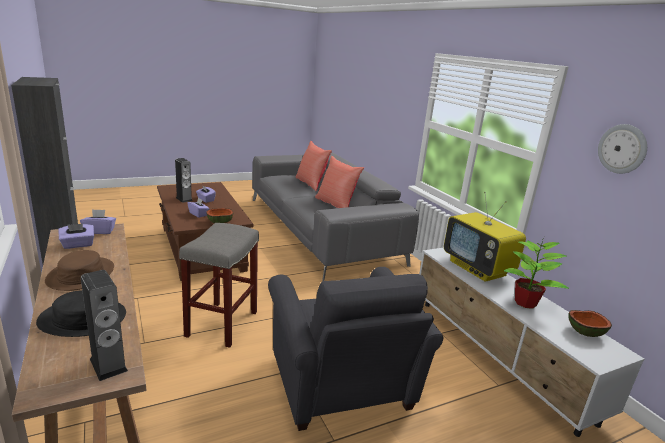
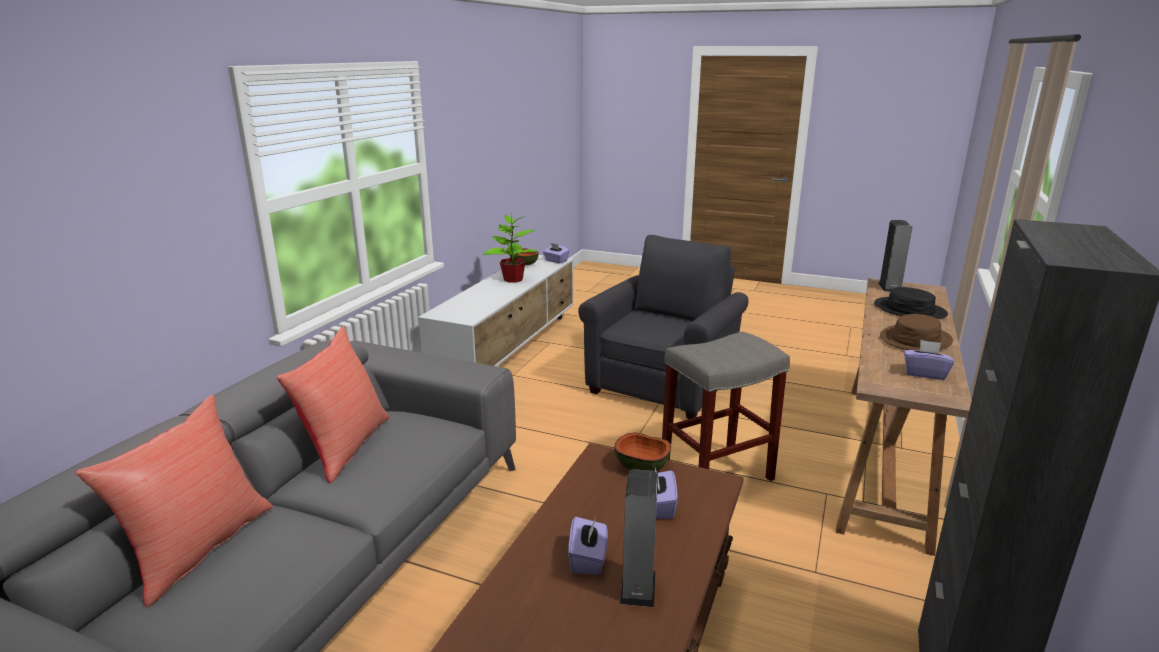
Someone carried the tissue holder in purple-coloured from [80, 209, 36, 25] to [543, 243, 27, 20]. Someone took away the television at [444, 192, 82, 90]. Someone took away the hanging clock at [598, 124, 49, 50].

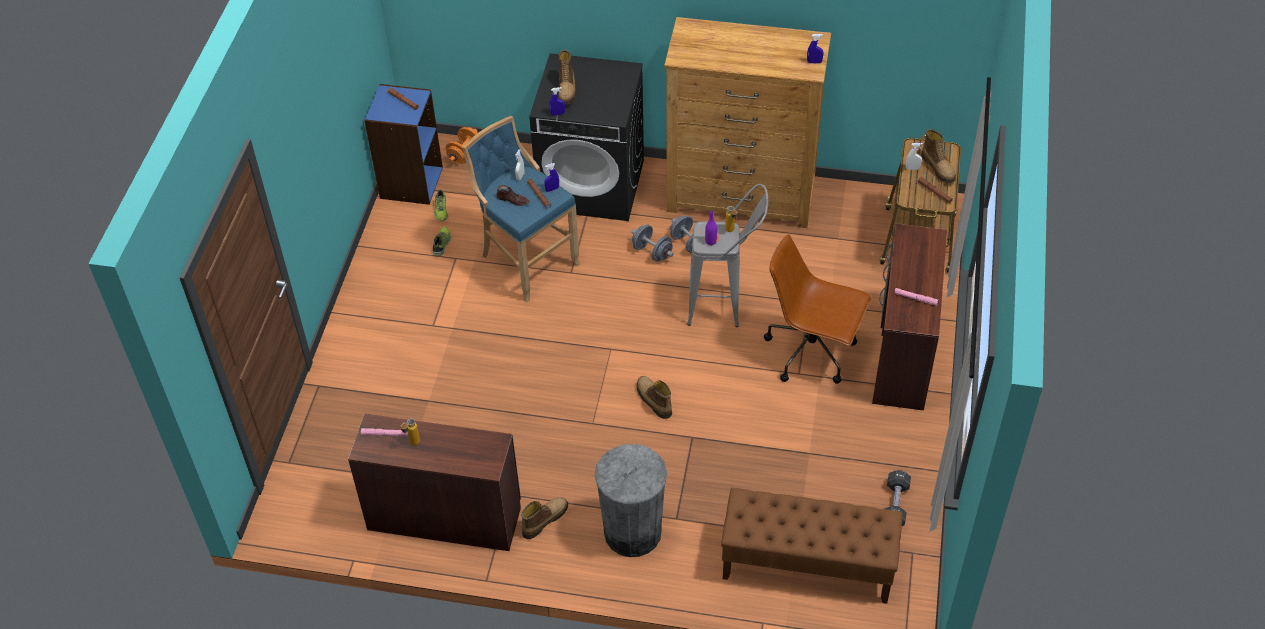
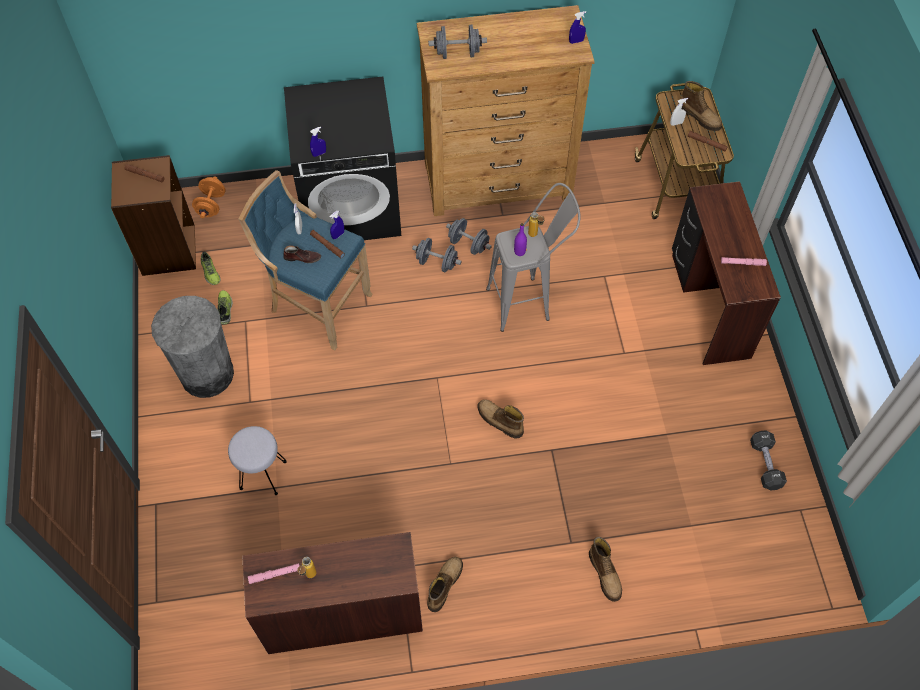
Someone repainted the bookshelf in blue-coloured at [364, 84, 79, 121], which became the bookshelf in brown-coloured at [111, 155, 85, 121]. Someone carried the boot from [558, 50, 18, 55] to [589, 537, 33, 65]. Someone carried the waste bin in gray from [595, 444, 72, 113] to [151, 296, 83, 102]. Someone took away the indoor bench in brown-coloured at [721, 488, 182, 116]. Someone took away the office chair in brown-coloured at [764, 235, 108, 149]. Someone put down the sitting stool in gray at [228, 426, 59, 69]. Someone put down the hand weight in gray at [428, 25, 59, 34].

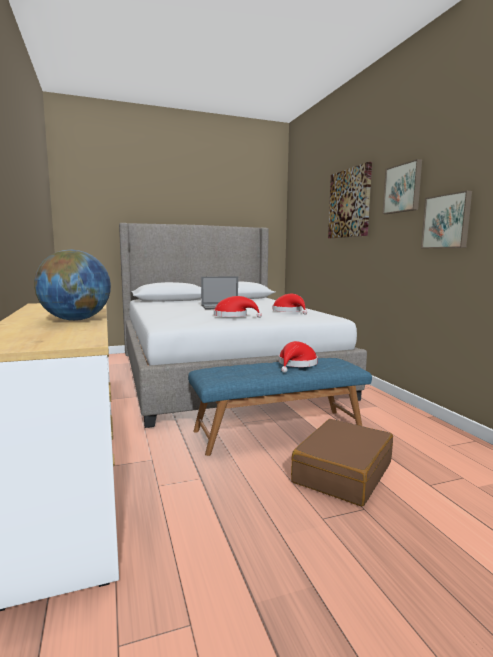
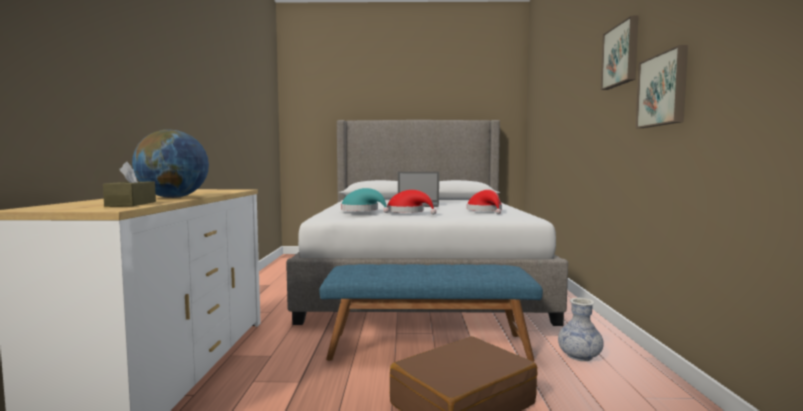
Someone took away the clothing hat in red at [279, 341, 39, 32]. Someone took away the wall art at [328, 162, 44, 76]. Someone put down the tissue holder in brown-coloured at [103, 162, 53, 45]. Someone put down the clothing hat in blue-green at [341, 188, 48, 25]. Someone put down the flower vase at [558, 298, 46, 63].

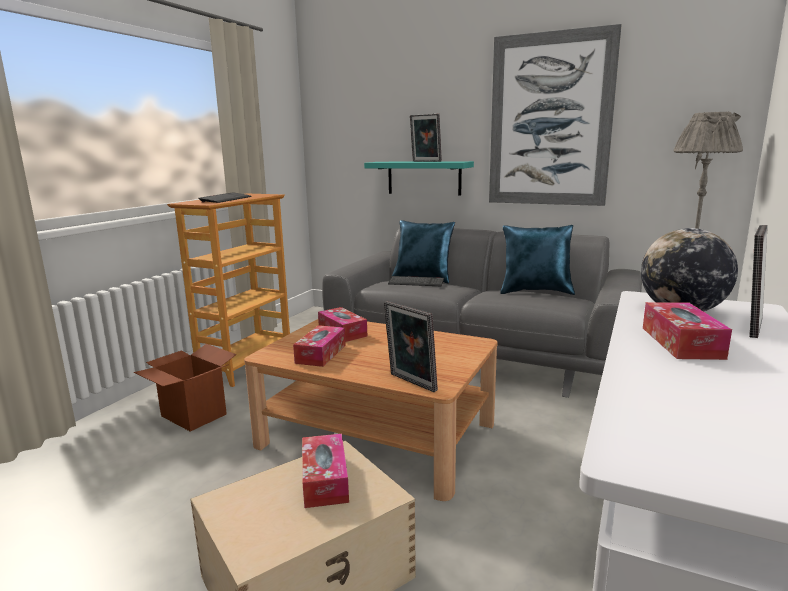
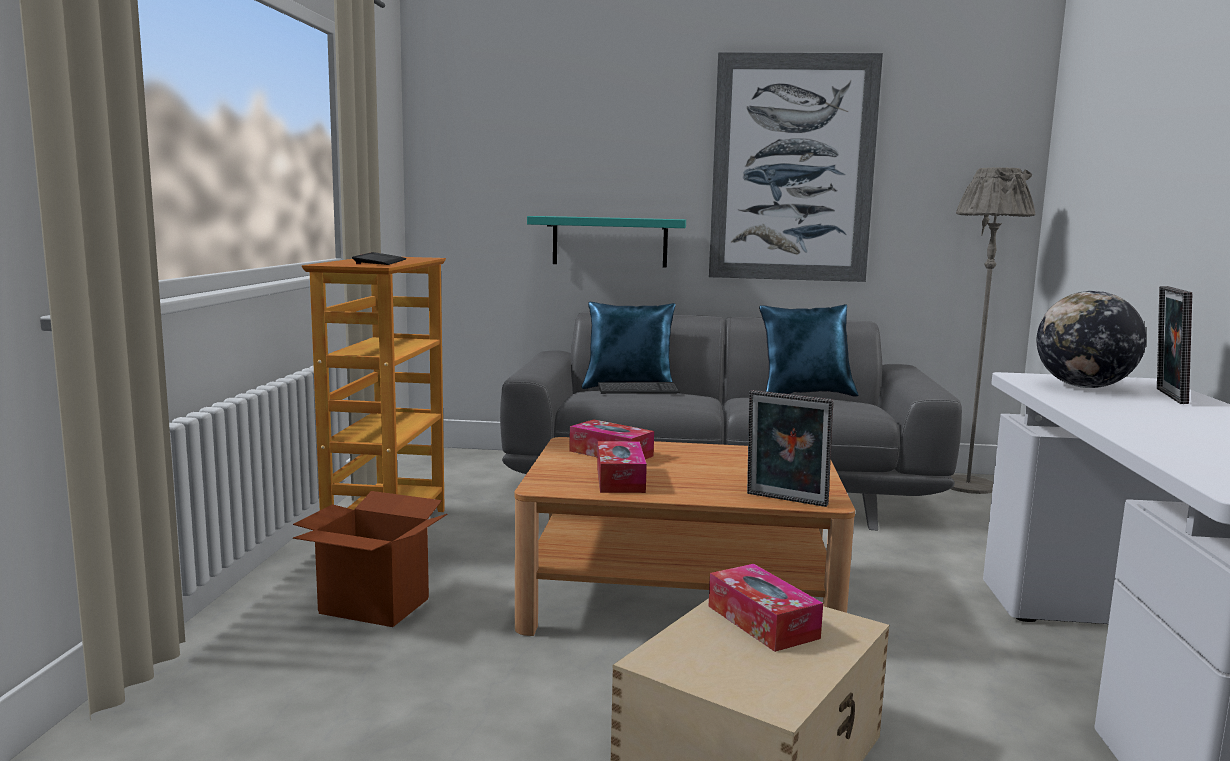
Someone took away the photo frame at [410, 114, 32, 48]. Someone took away the tissue holder at [643, 302, 89, 58].

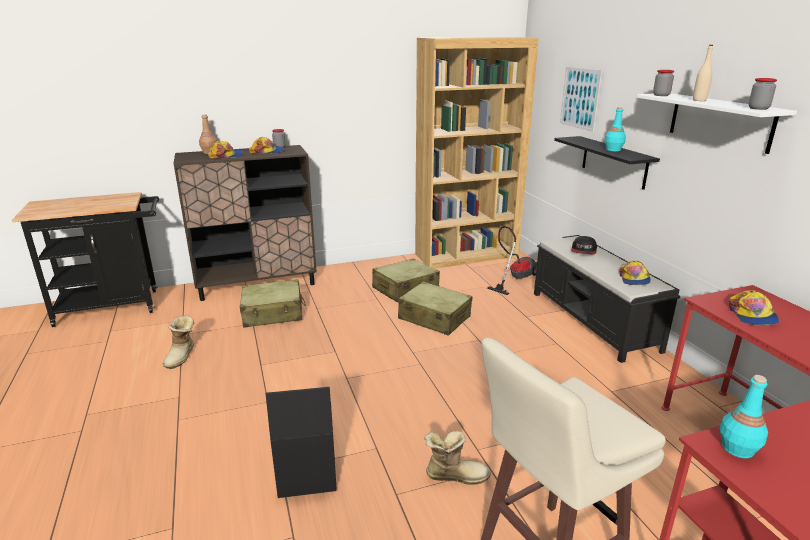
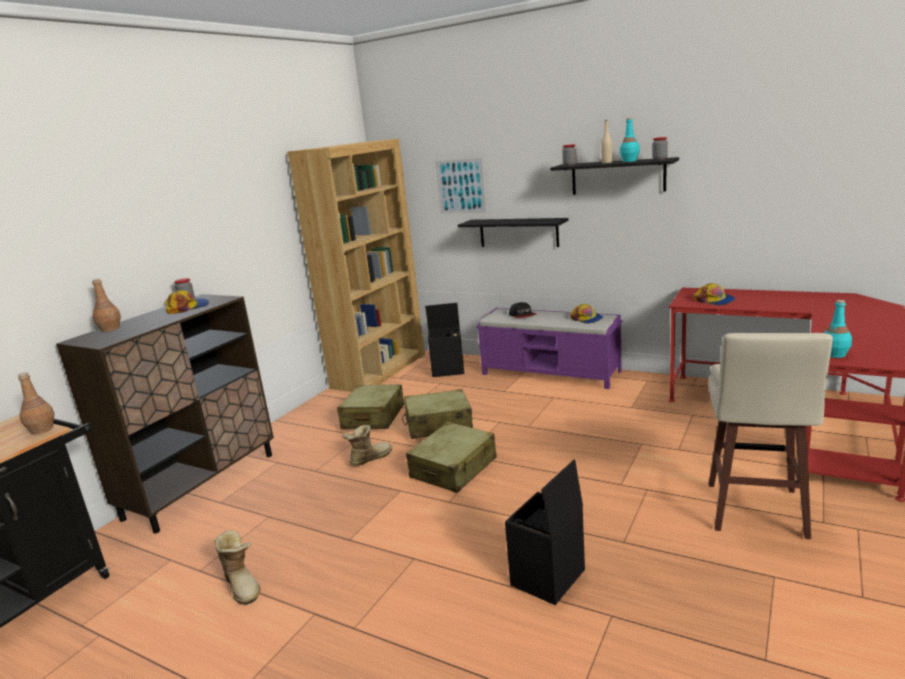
Someone took away the peaked cap at [208, 141, 36, 18]. Someone carried the piece of luggage in beige from [240, 279, 66, 49] to [406, 422, 91, 71]. Someone carried the boot from [424, 431, 67, 54] to [343, 425, 49, 41]. Someone swapped the vacuum at [487, 226, 50, 69] for the storage box in blackish at [425, 303, 39, 74]. Someone repainted the indoor bench in blackish at [534, 235, 146, 128], which became the indoor bench in purple-coloured at [476, 308, 146, 81]. Someone carried the beverage bottle in blue-green from [605, 107, 21, 44] to [620, 118, 20, 44]. Someone repainted the shelf in white-coloured at [637, 93, 160, 61], which became the shelf in blackish at [550, 157, 129, 38]. Someone put down the beverage bottle in brown-coloured at [18, 372, 37, 62].

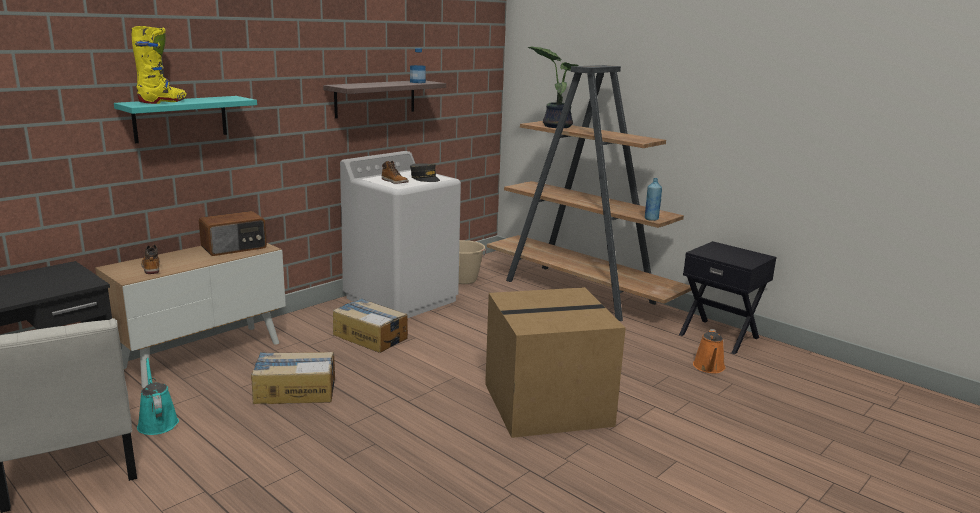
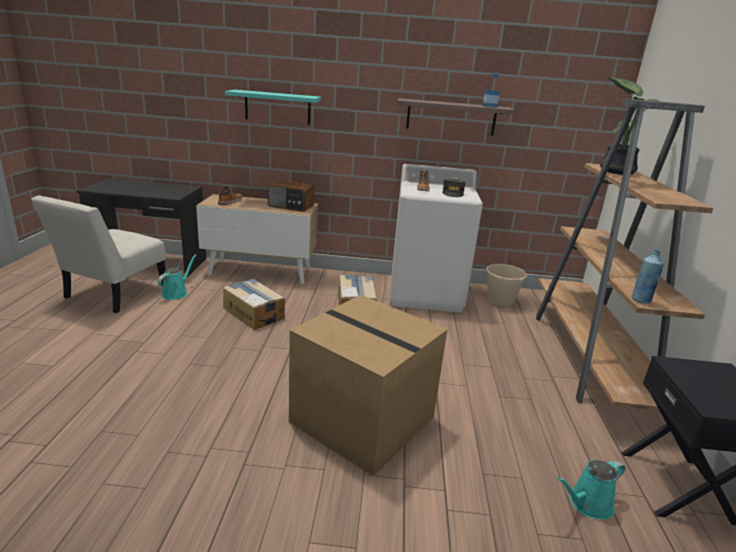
Someone took away the boot in yellow-coloured at [131, 26, 56, 78]. Someone repainted the sprinkling can in orange-coloured at [693, 329, 32, 44], which became the sprinkling can in blue-green at [557, 460, 68, 59].

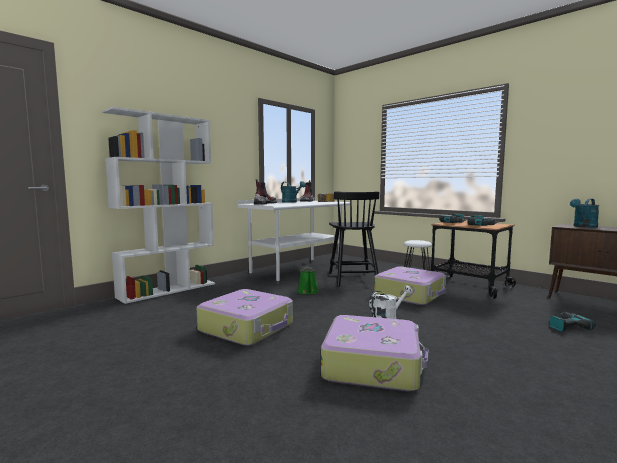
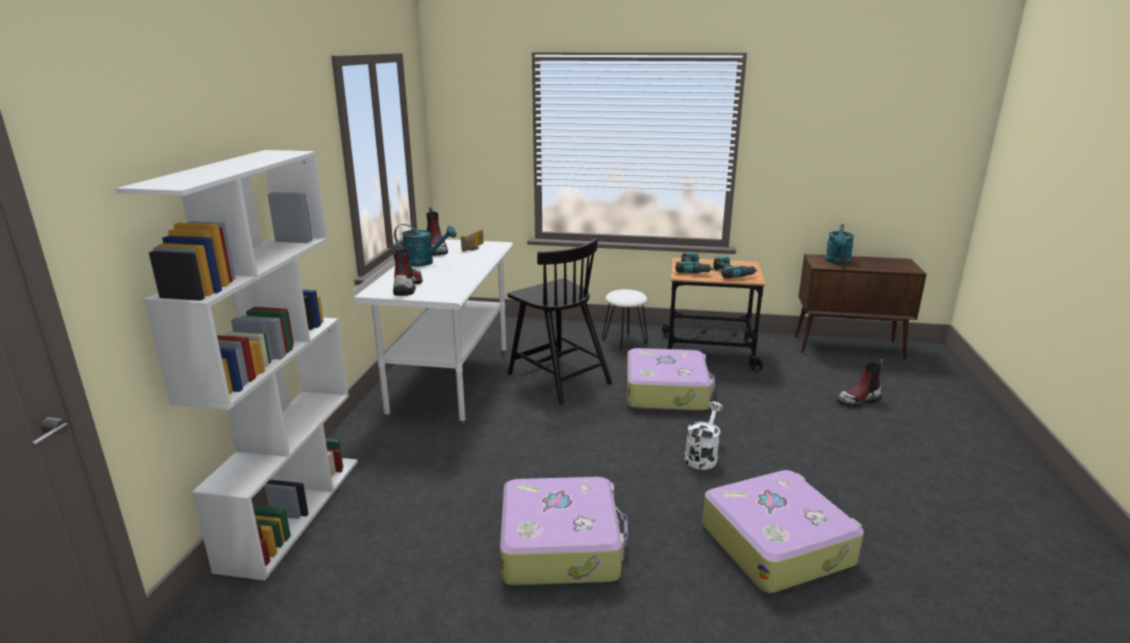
Someone took away the sprinkling can in green at [297, 267, 22, 27]. Someone swapped the drill at [550, 312, 46, 20] for the boot at [837, 359, 47, 48].

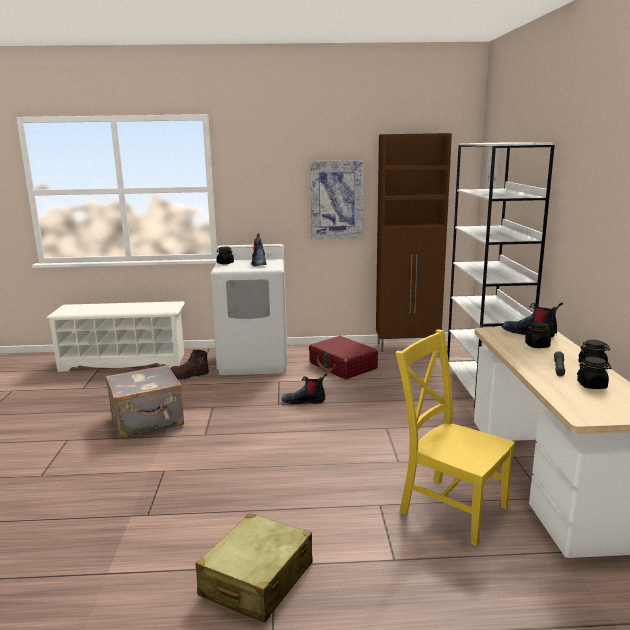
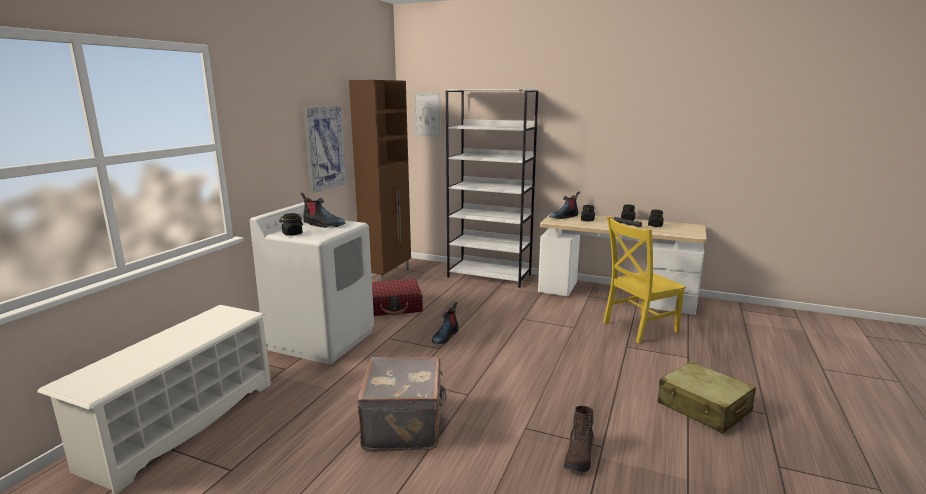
Someone carried the boot in brown-coloured from [170, 350, 39, 30] to [564, 406, 31, 67].

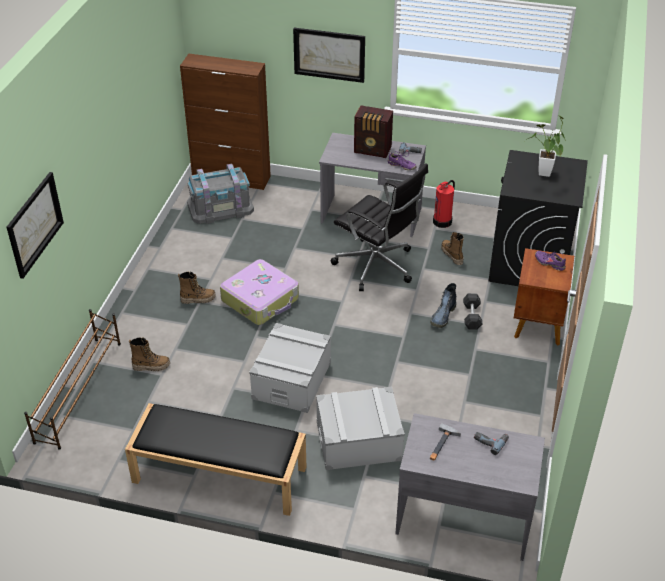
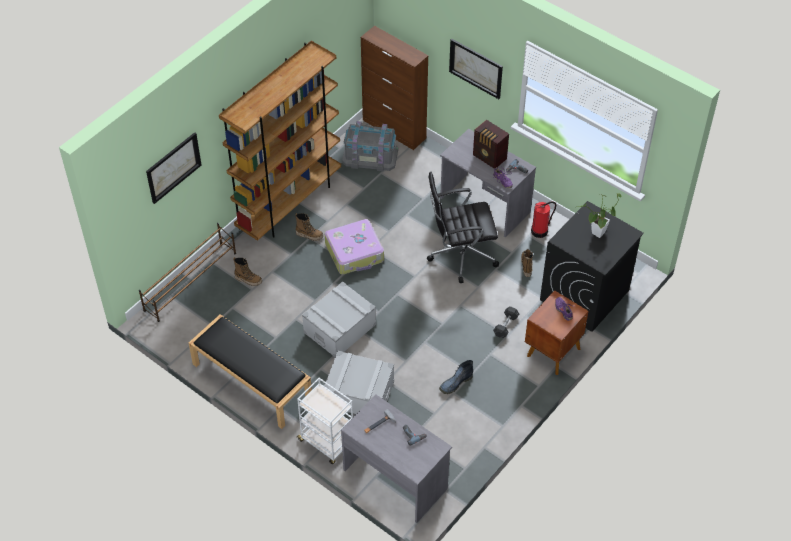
Someone rotated the office chair in blackish at [331, 163, 97, 128] by 105 degrees clockwise. Someone carried the boot from [430, 283, 26, 45] to [439, 360, 34, 34]. Someone put down the bookshelf in brown-coloured at [219, 41, 122, 200]. Someone put down the cart in white-coloured at [297, 378, 56, 86].

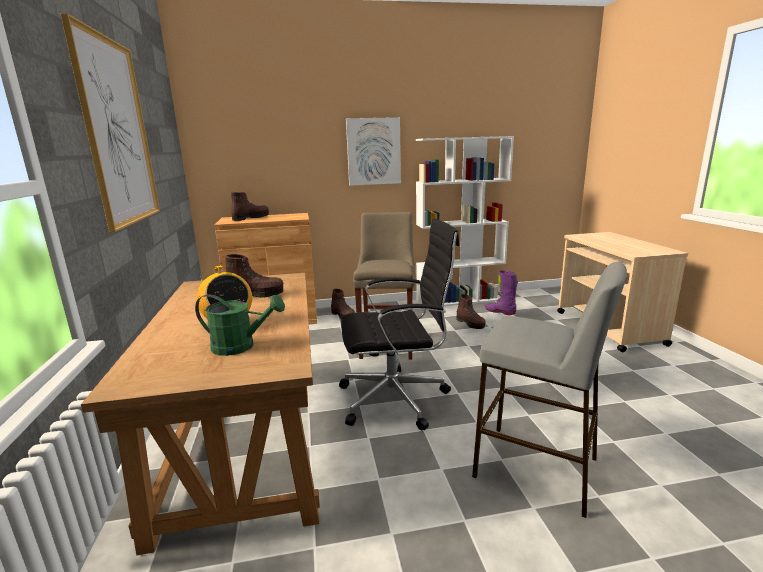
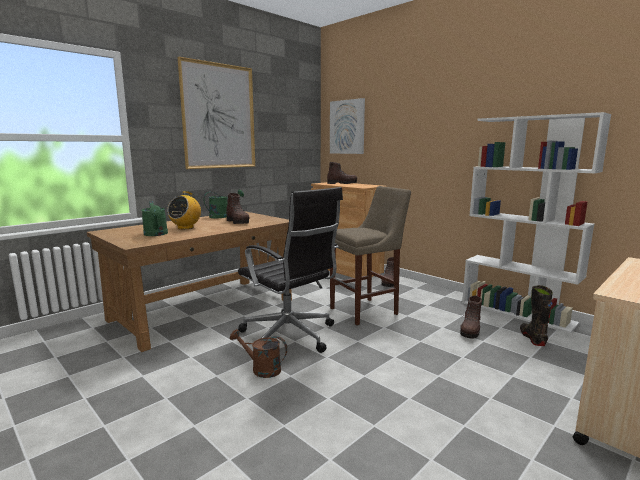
Someone carried the wall art from [346, 117, 55, 69] to [330, 98, 35, 56]. Someone took away the sitting stool in gray at [472, 262, 155, 256]. Someone repainted the boot in purple-coloured at [485, 270, 33, 45], which became the boot in blackish at [520, 285, 33, 61]. Someone put down the sprinkling can in green at [203, 190, 41, 28]. Someone put down the sprinkling can in brown-coloured at [230, 329, 57, 49].

